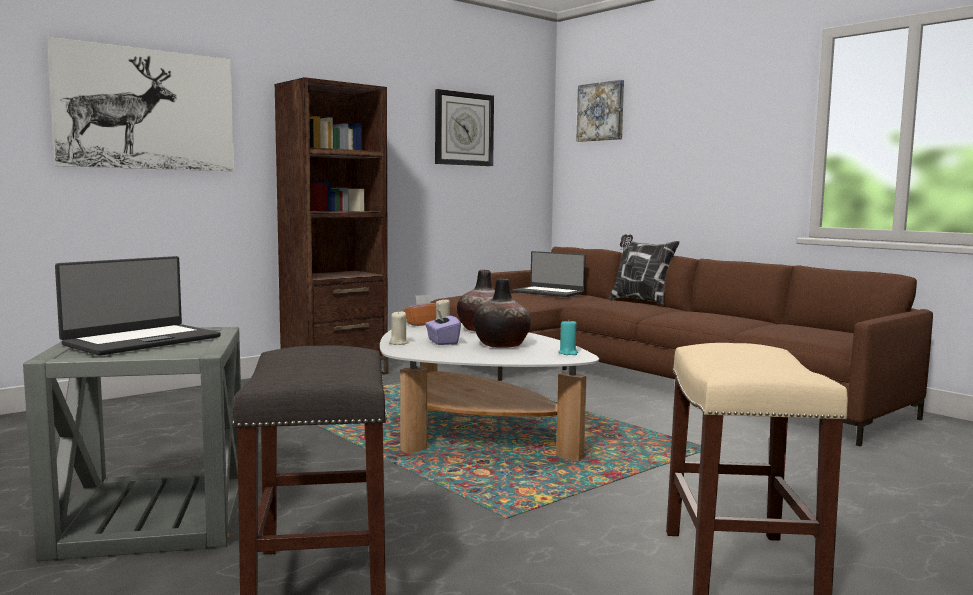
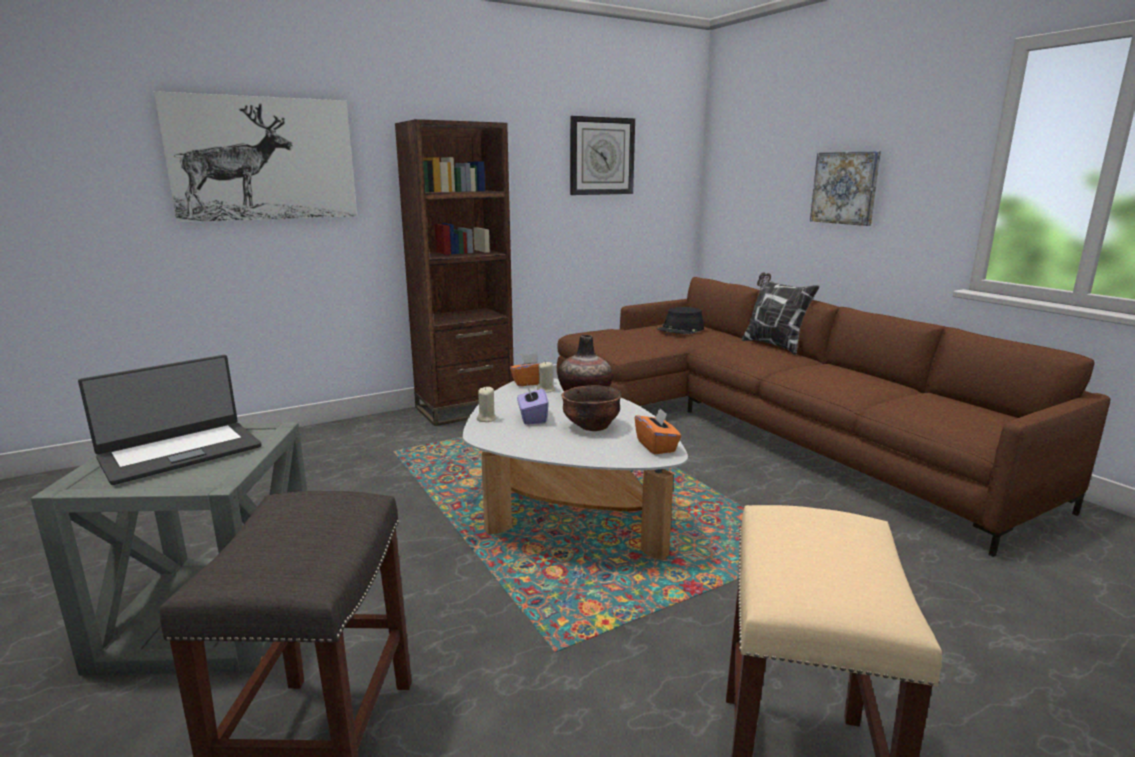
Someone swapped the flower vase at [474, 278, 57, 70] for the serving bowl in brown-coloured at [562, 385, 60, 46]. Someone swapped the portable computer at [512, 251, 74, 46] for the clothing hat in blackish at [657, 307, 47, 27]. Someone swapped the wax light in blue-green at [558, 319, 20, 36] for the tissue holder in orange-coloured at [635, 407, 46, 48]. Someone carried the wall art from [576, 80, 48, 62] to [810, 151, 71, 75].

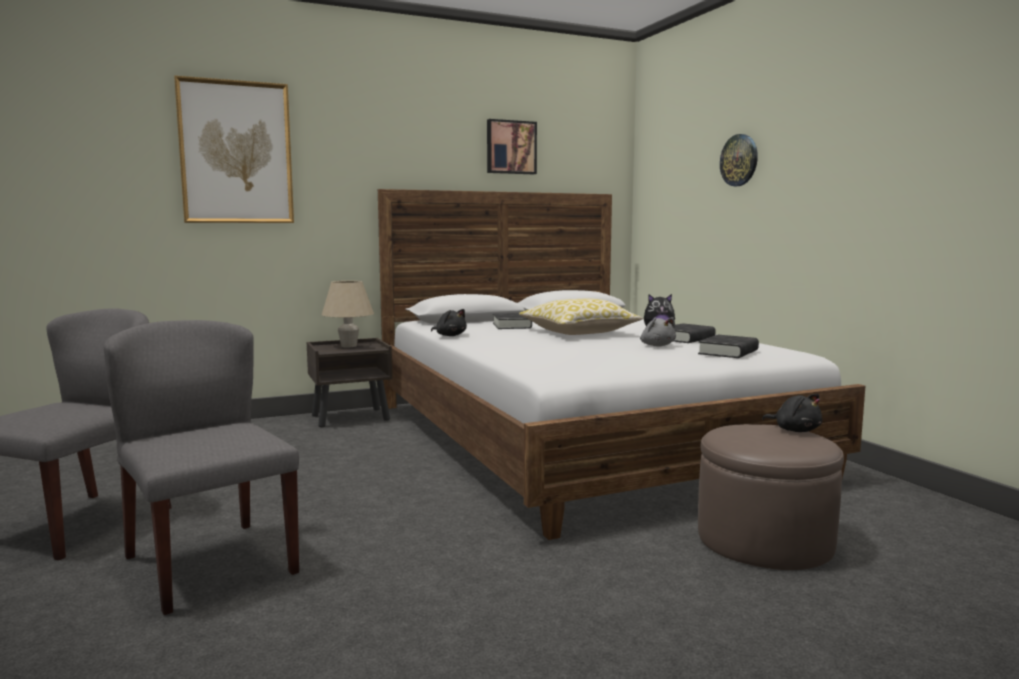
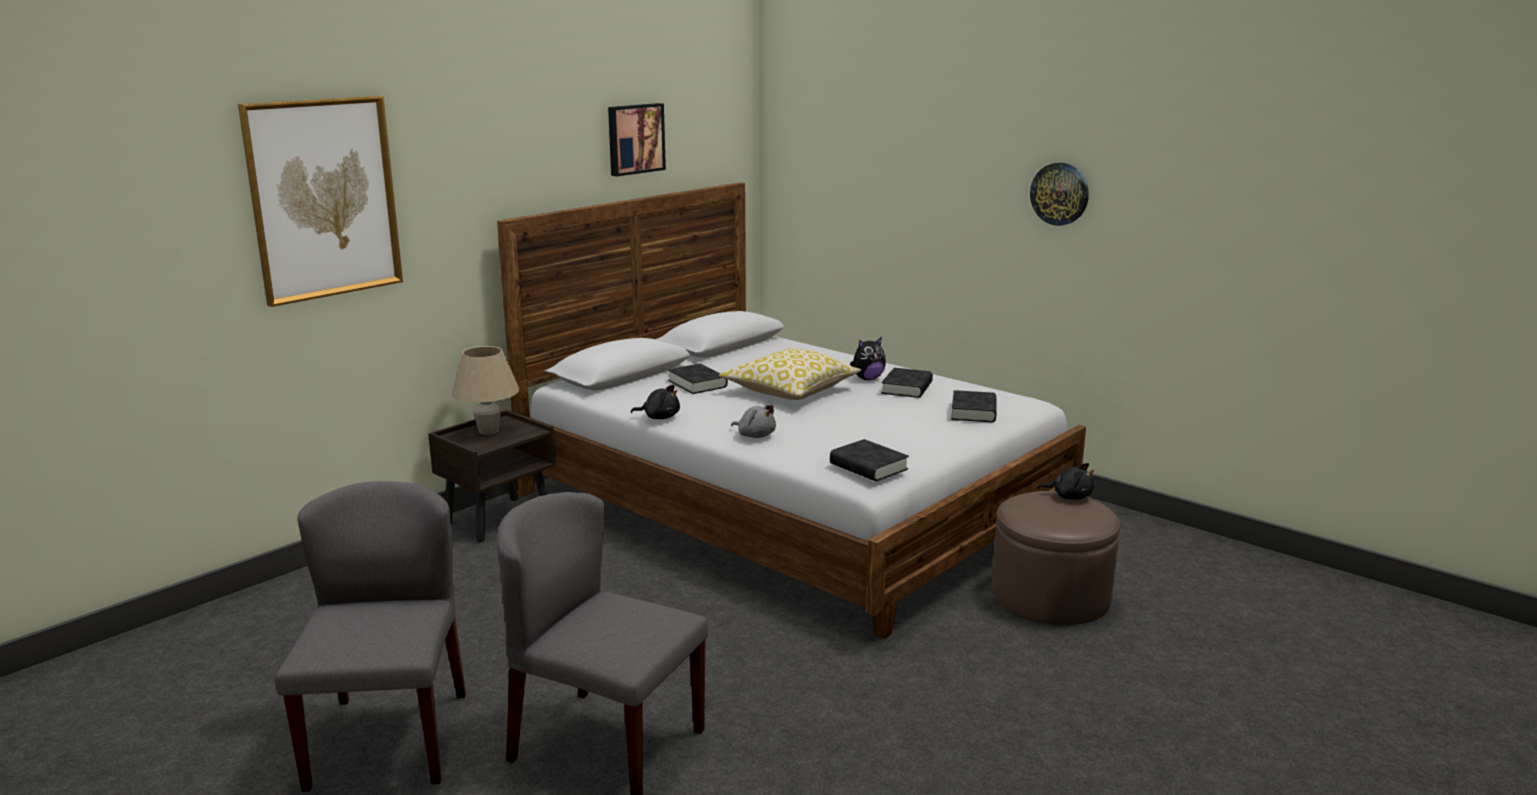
Someone carried the soft toy in gray from [640, 317, 36, 30] to [731, 404, 45, 34]. Someone carried the hanging clock from [720, 134, 38, 52] to [1030, 163, 59, 63]. Someone put down the book in blackish at [830, 439, 79, 42].

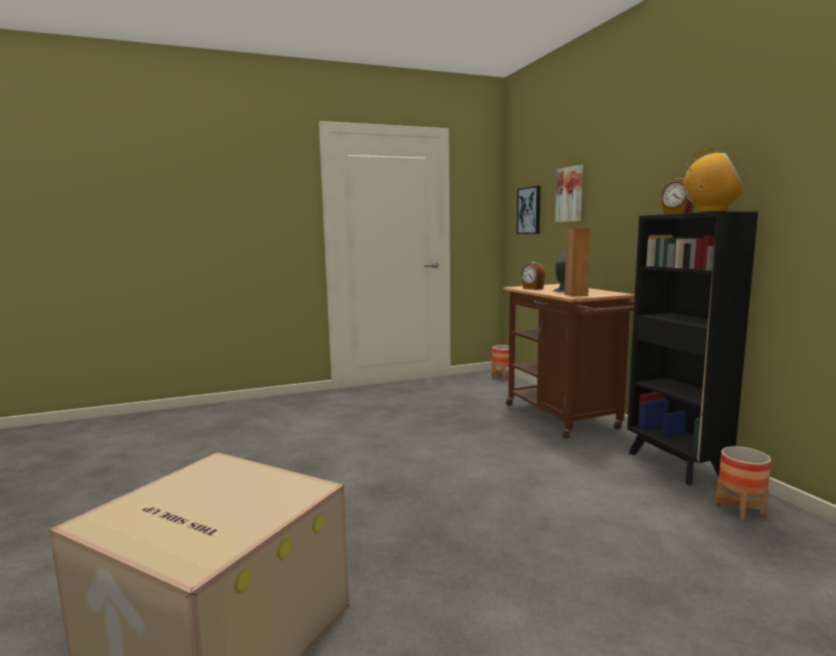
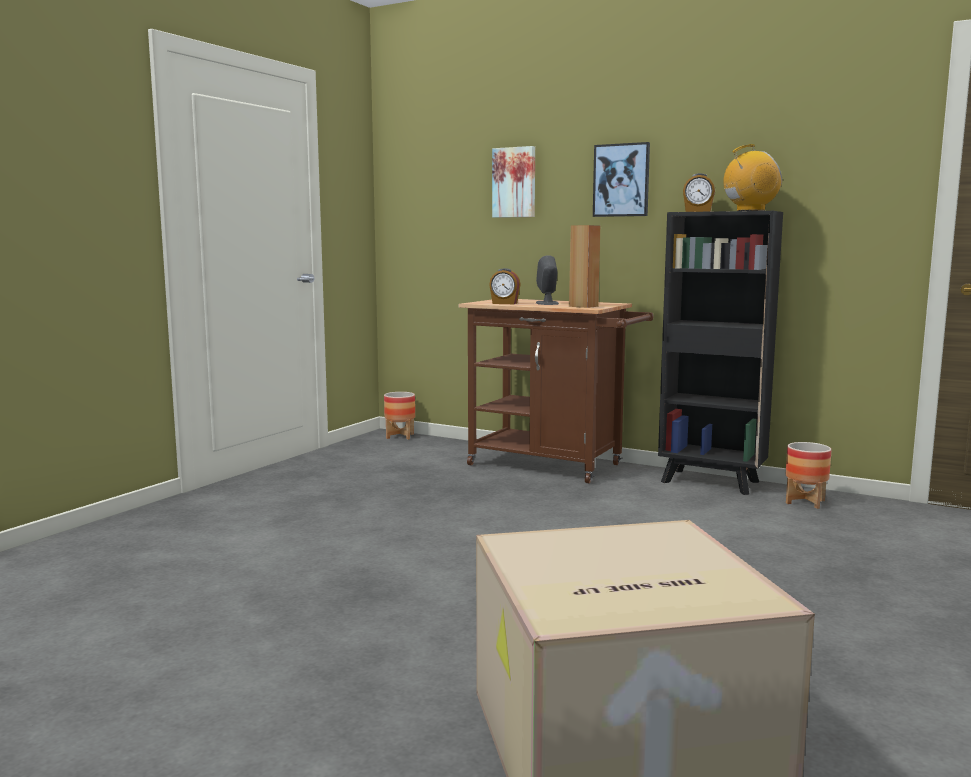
Someone carried the wall art from [517, 186, 24, 48] to [593, 142, 57, 75].

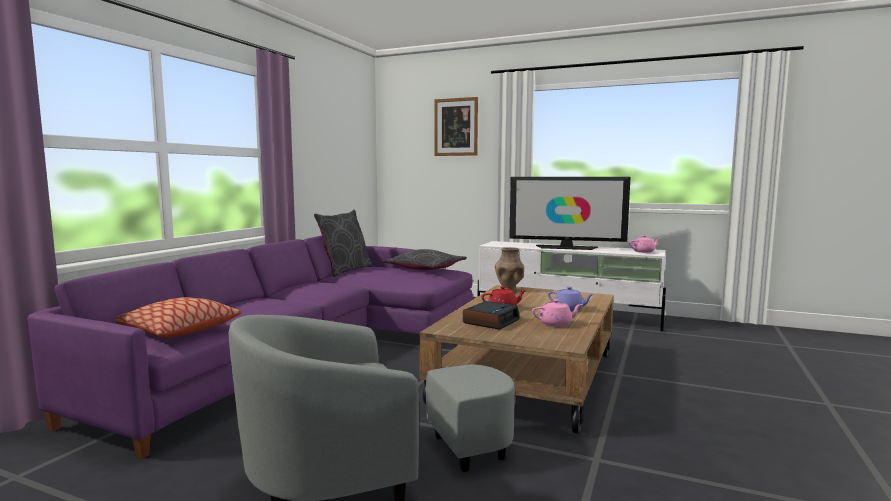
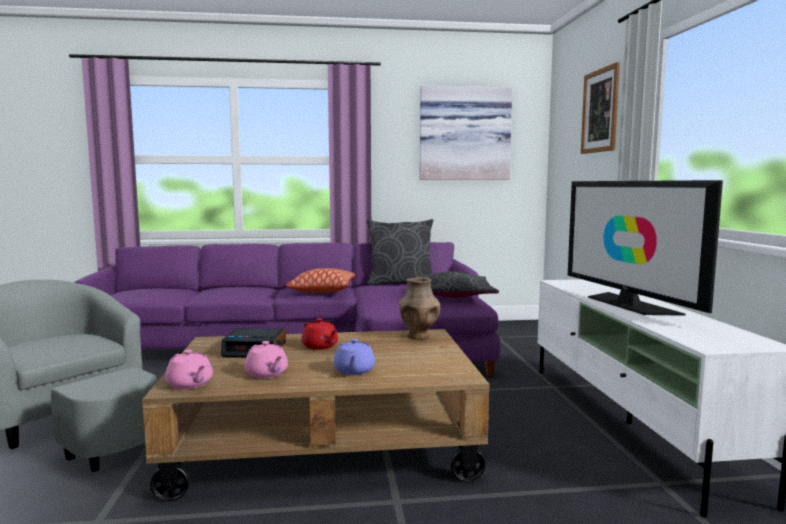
Someone carried the throw pillow from [116, 297, 126, 41] to [286, 268, 70, 25]. Someone carried the pot for tea in pinkish from [629, 235, 32, 18] to [165, 349, 48, 40]. Someone put up the wall art at [420, 86, 92, 94].

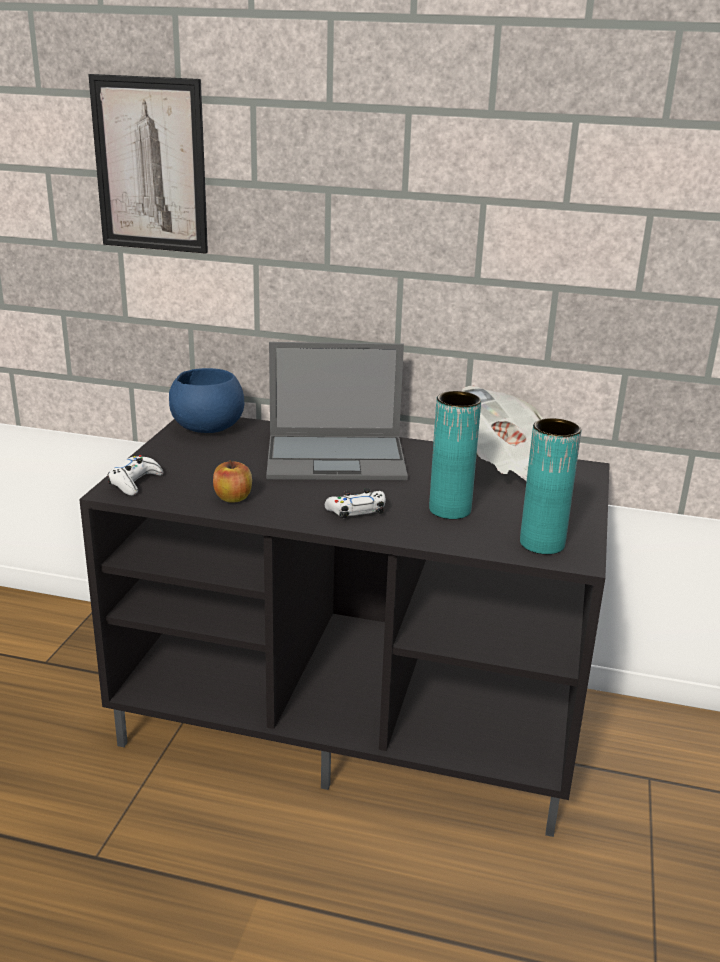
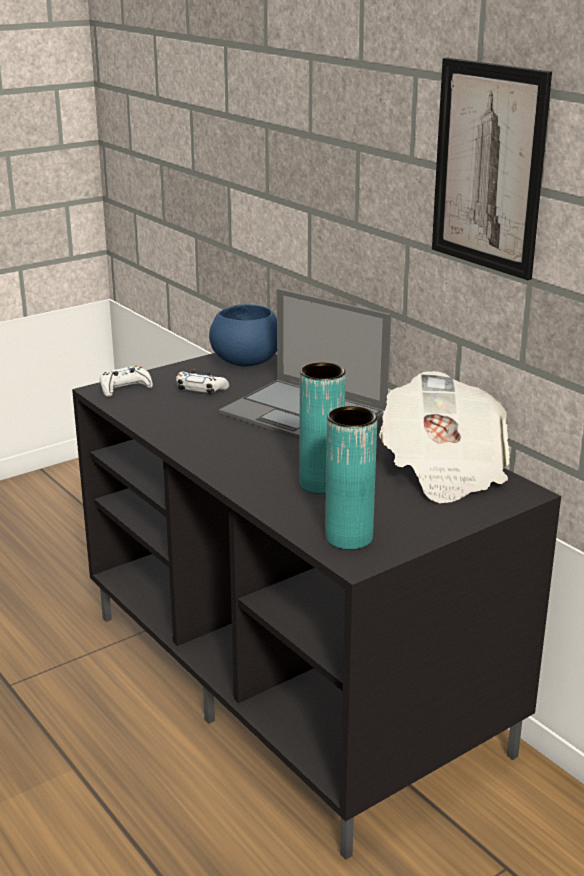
Someone carried the wall art from [88, 74, 120, 180] to [432, 57, 120, 223]. Someone took away the apple at [213, 460, 39, 43]. Someone carried the gamepad in white-coloured from [325, 488, 61, 31] to [176, 369, 53, 26].

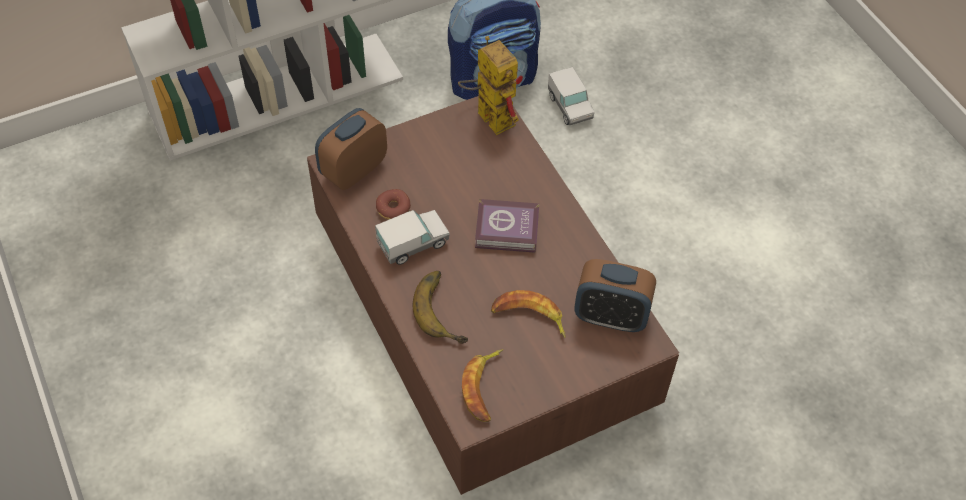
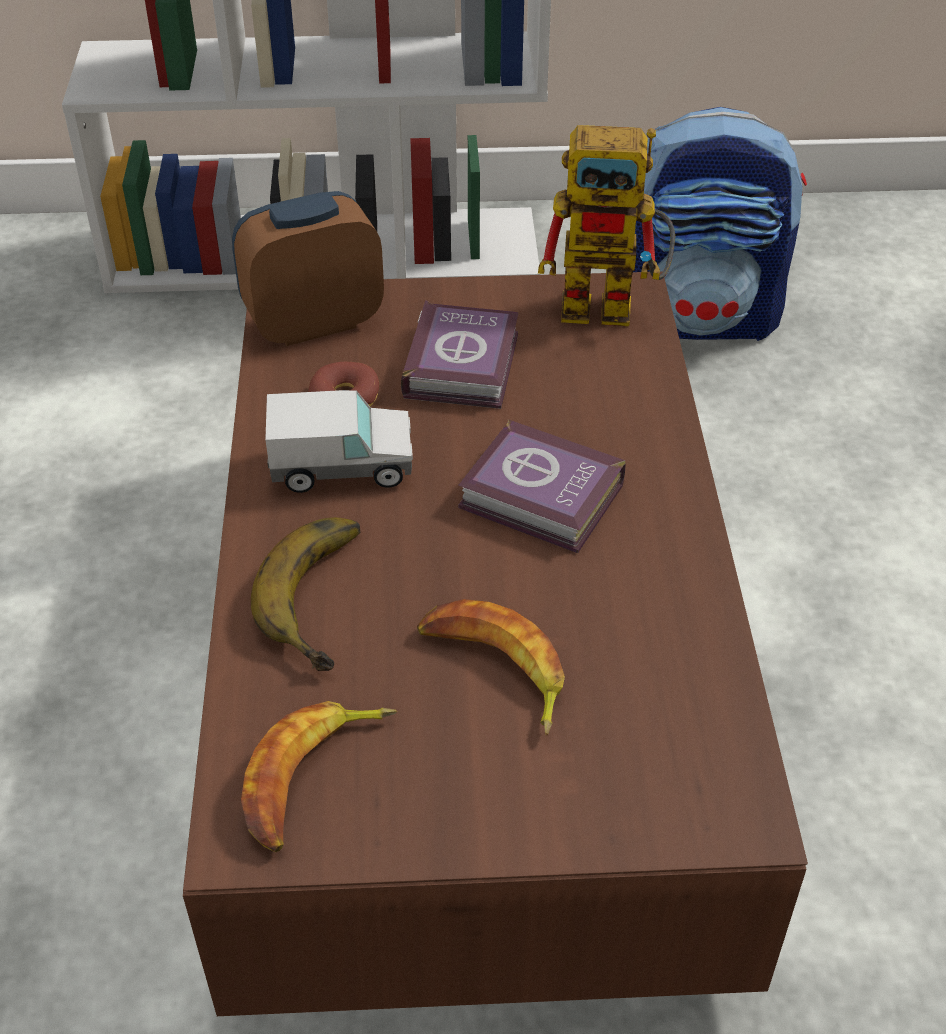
Someone rotated the robot figure at [458, 36, 61, 99] by 105 degrees clockwise. Someone took away the model truck at [548, 67, 46, 58]. Someone took away the alarm clock at [574, 259, 82, 73]. Someone put down the book at [401, 300, 118, 109].

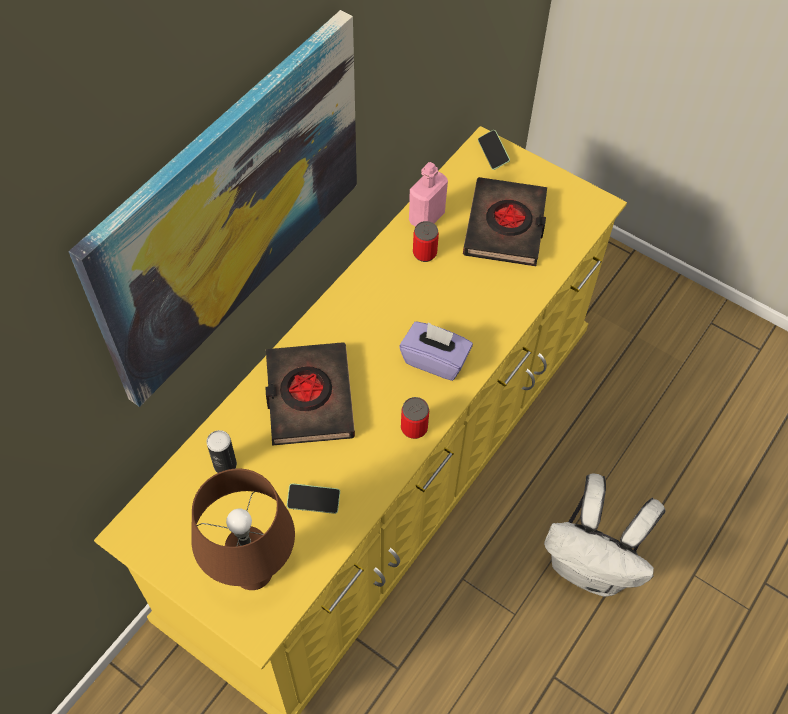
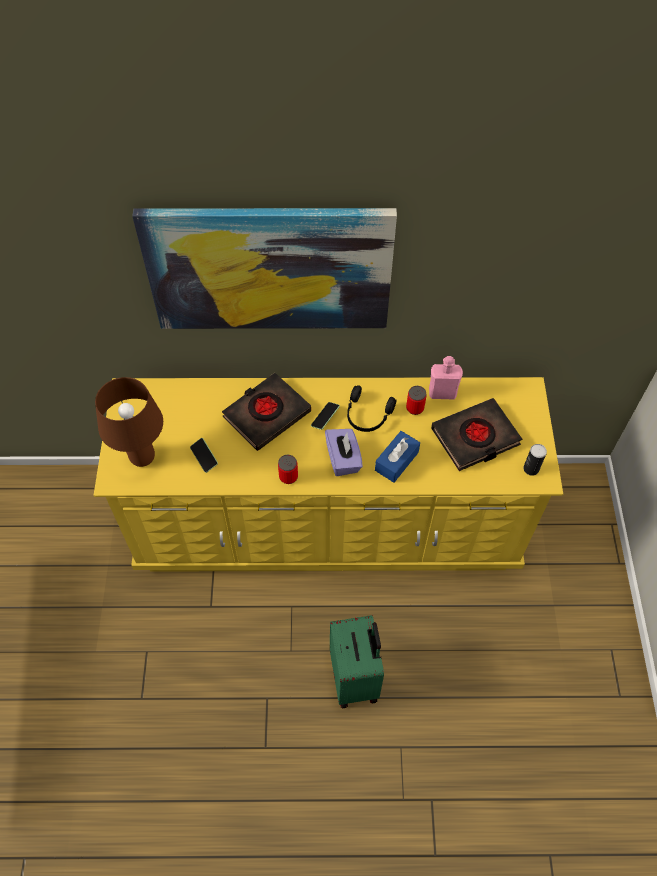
Someone carried the sealed can from [206, 430, 31, 43] to [523, 444, 24, 32]. Someone carried the phone from [478, 130, 32, 40] to [311, 402, 29, 28]. Someone swapped the rucksack in white-coloured at [544, 474, 121, 123] for the piece of luggage in green at [330, 615, 54, 93]. Someone put down the headset in blackish at [347, 385, 50, 47]. Someone put down the tissue holder in blue-coloured at [375, 431, 45, 52].

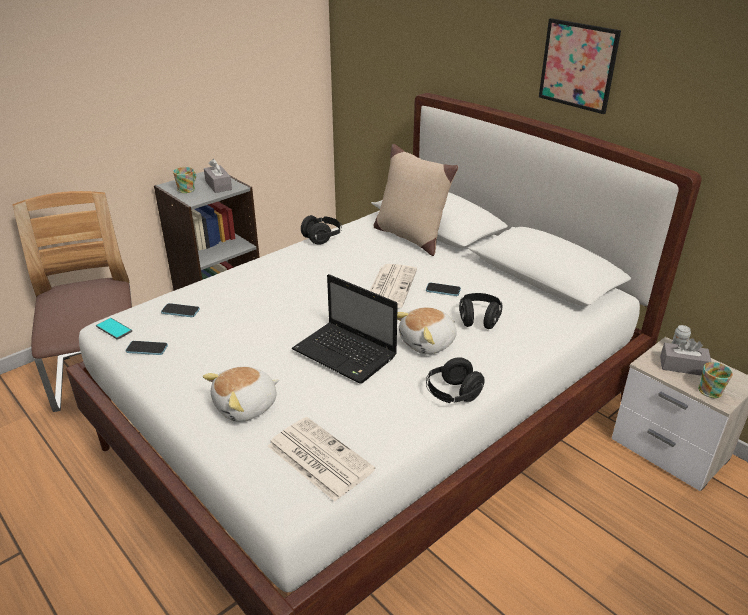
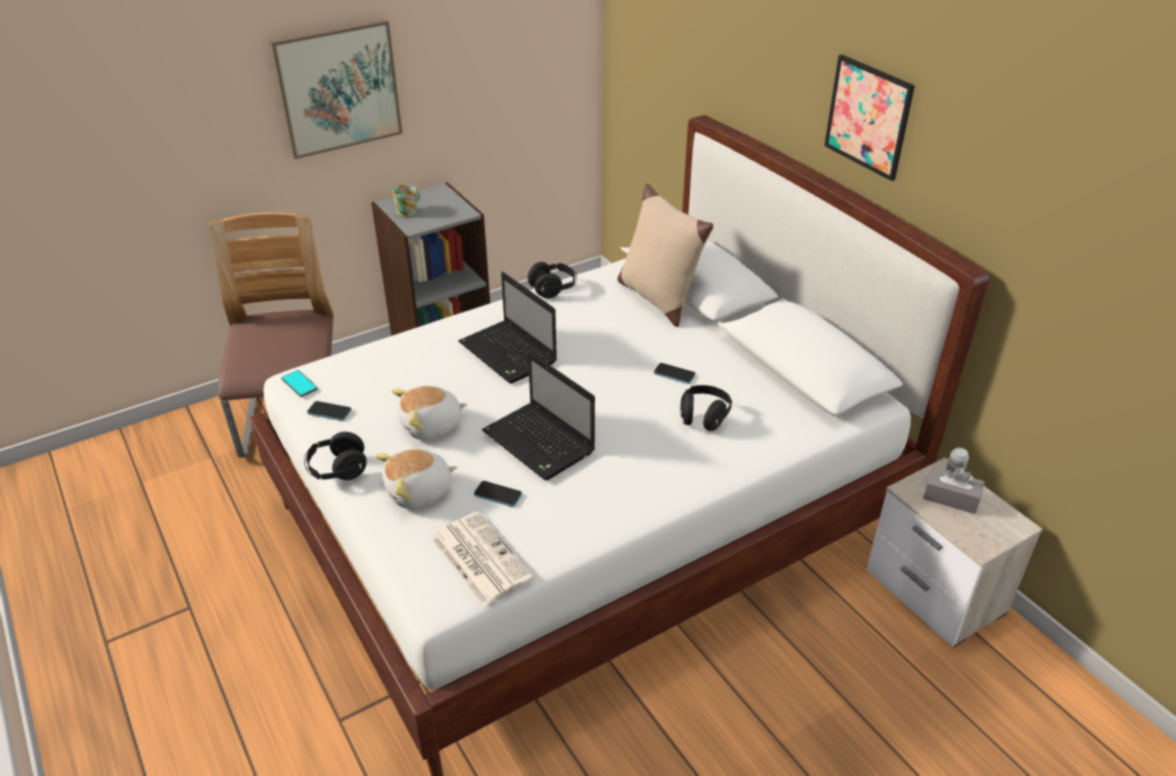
Someone carried the phone from [161, 303, 39, 14] to [474, 481, 48, 26]. Someone took away the tissue holder in gray at [204, 159, 28, 34]. Someone took away the newspaper at [370, 264, 47, 44]. Someone carried the soft toy from [397, 307, 60, 48] to [392, 386, 75, 54]. Someone carried the headset in blackish from [426, 357, 59, 46] to [304, 432, 63, 48]. Someone took away the tea mug at [698, 362, 35, 36]. Someone put up the wall art at [269, 19, 133, 140]. Someone put down the portable computer at [458, 272, 99, 111].

